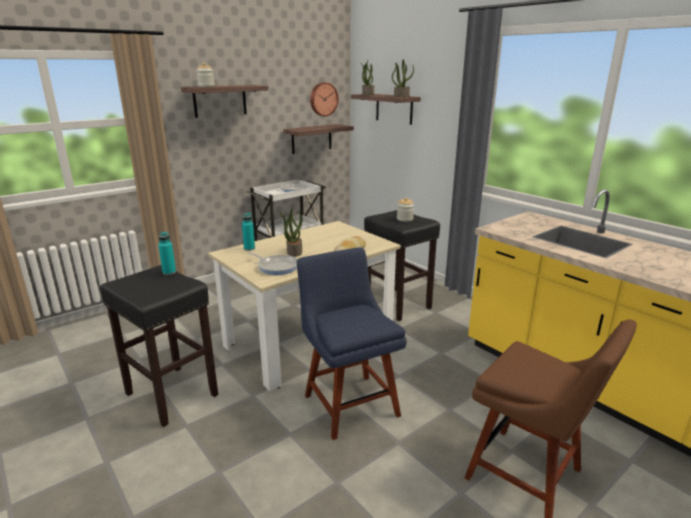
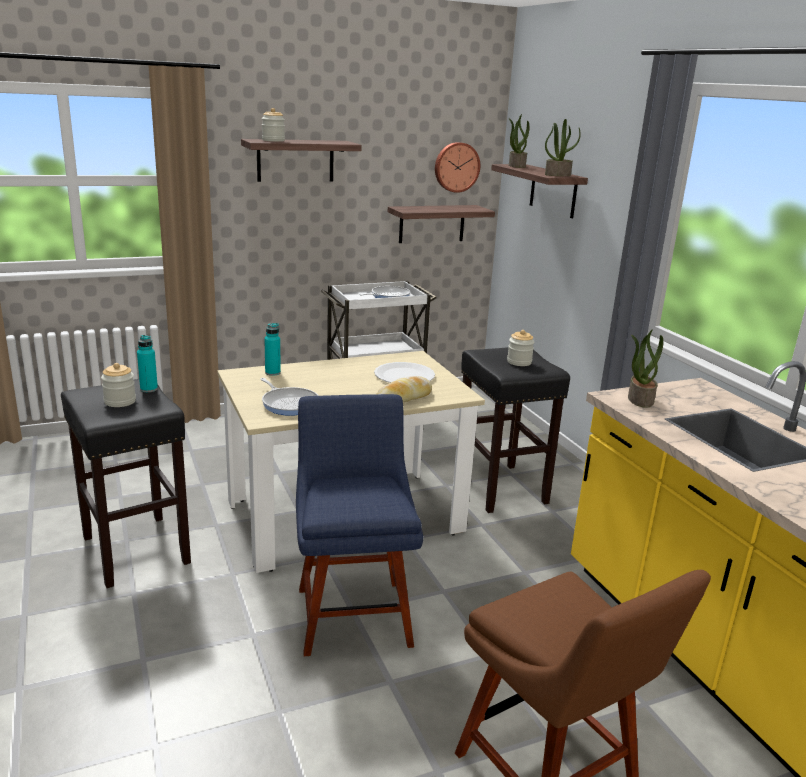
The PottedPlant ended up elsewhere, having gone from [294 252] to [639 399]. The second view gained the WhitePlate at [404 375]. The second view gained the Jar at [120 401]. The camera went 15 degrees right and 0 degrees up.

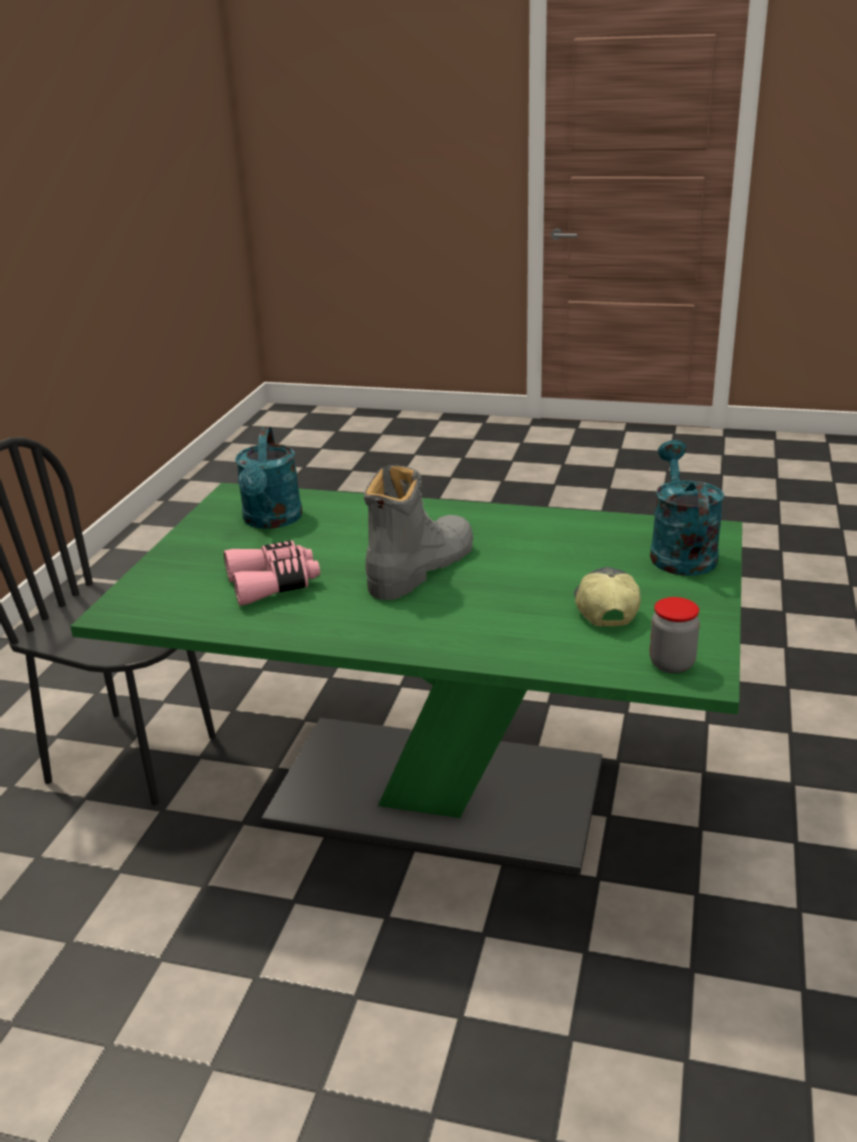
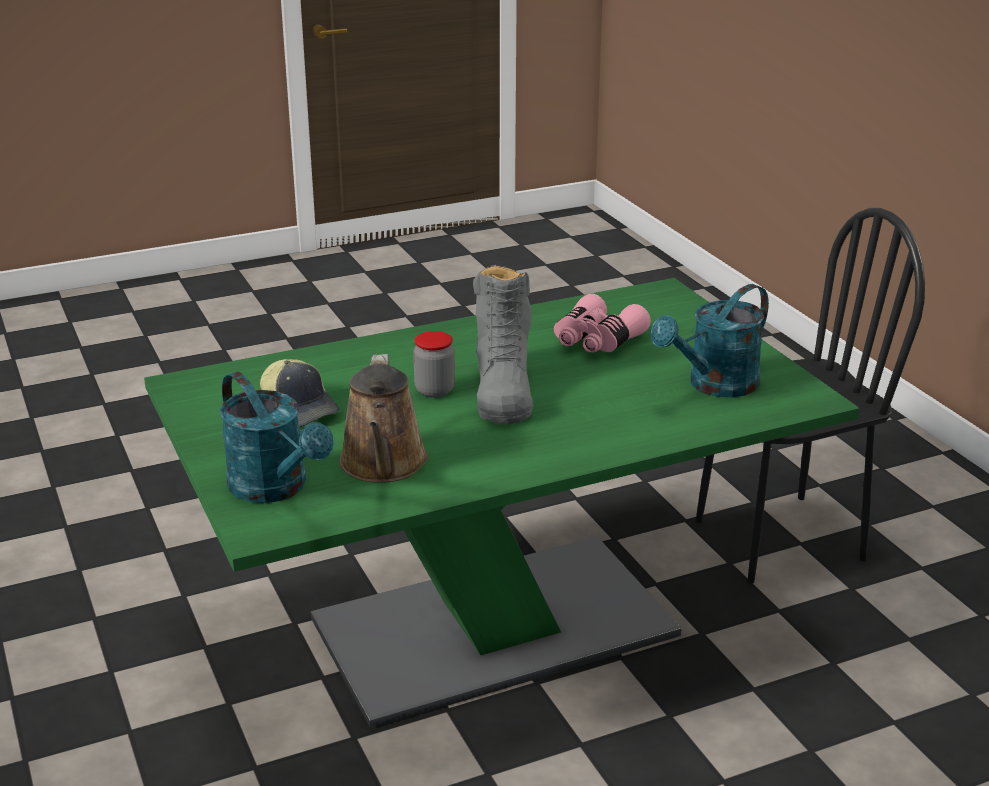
The TurquoiseWateringCan at [271 521] ended up facing another way, 90 degrees counterclockwise from before. The Jar ended up elsewhere, having gone from [672 664] to [434 390]. The second view gained the BrownWateringCan at [383 465]. The camera went 140 degrees right and 0 degrees up.

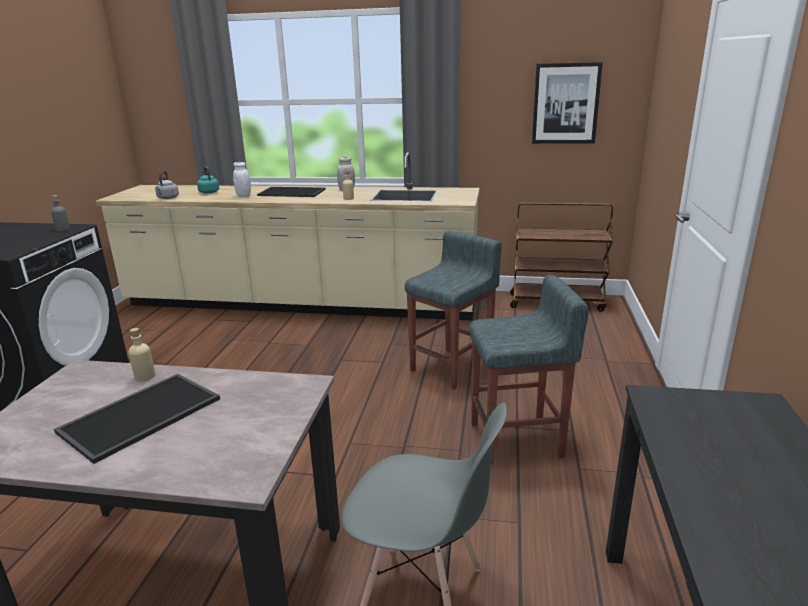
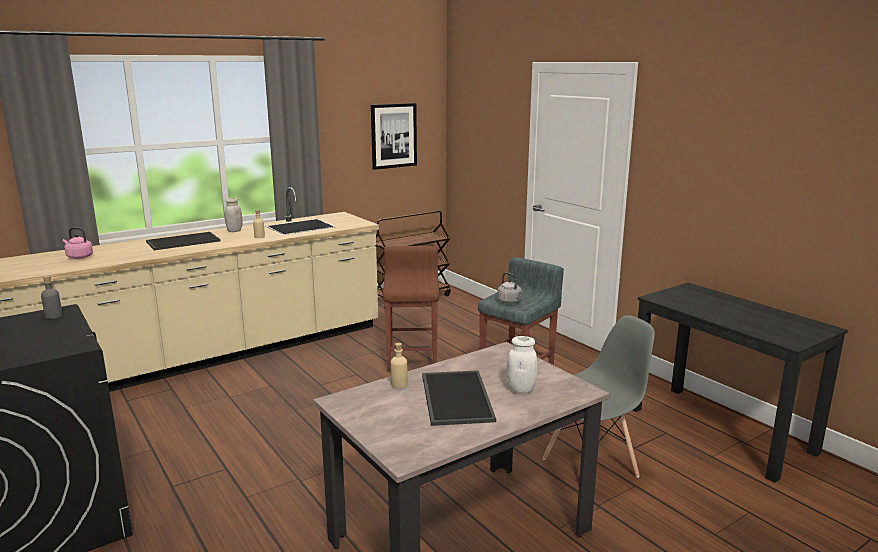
The WhiteJar ended up elsewhere, having gone from [243 196] to [521 389]. What was the TurquoiseKettle at [209 192] turned into the PinkKettle at [78 257]. The GreyKettle ended up elsewhere, having gone from [167 198] to [510 302]. What was the GreyStool at [452 367] turned into the BrownStool at [412 359]. The camera went 45 degrees left and 5 degrees down.

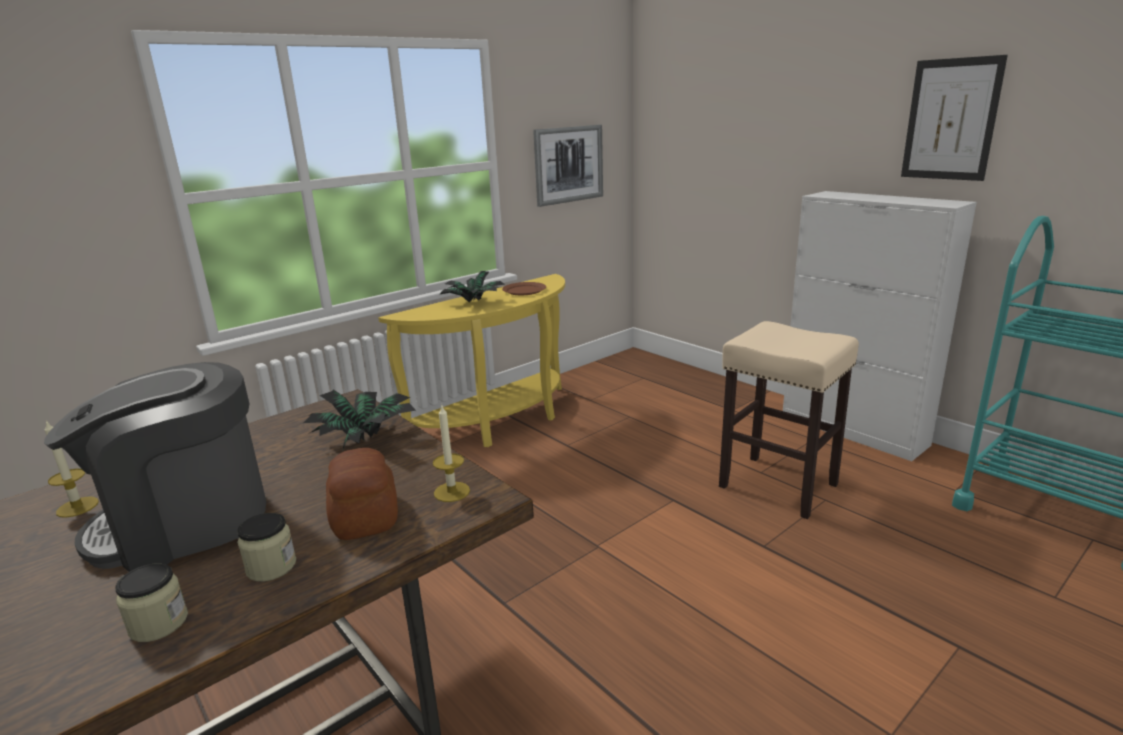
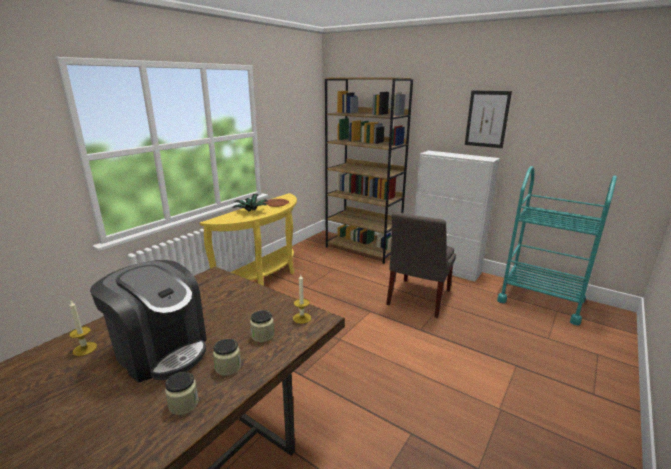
The second view lost the Picture at [568 164]. Where the BeigeStool stood at [776 485], the GreyChair came to stand at [417 299]. The CoffeeMachine at [185 523] ended up facing another way, 105 degrees counterclockwise from before. The second view lost the PottedPlant at [366 439]. Where the Bread stood at [364 516], the Jar came to stand at [262 335]. The second view gained the BrownBookcase at [363 249]. The camera went 15 degrees left and 0 degrees up.

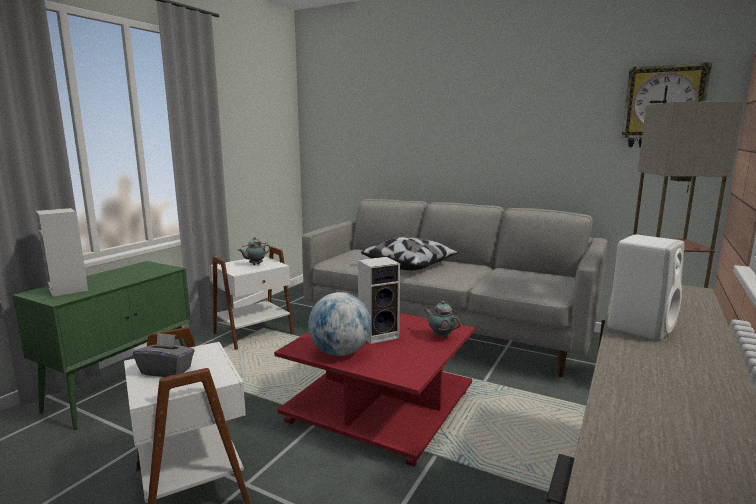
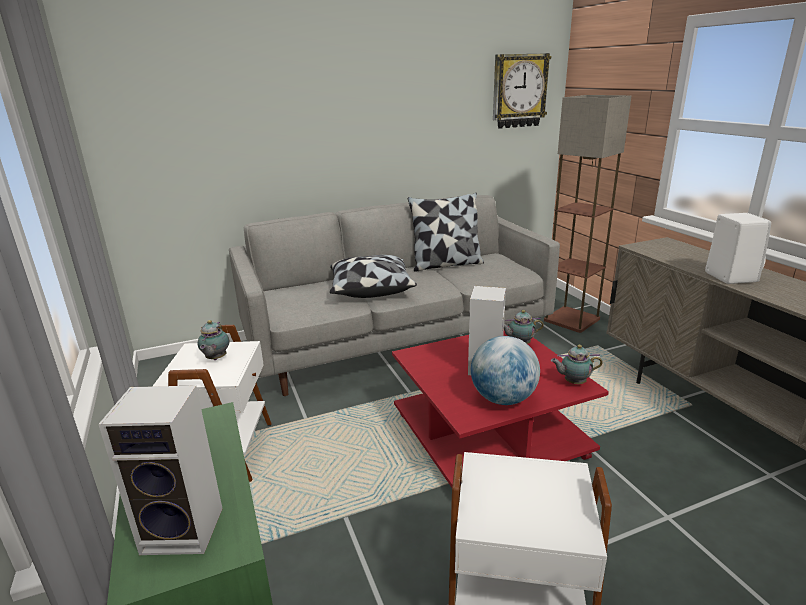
The second view lost the GreyTissueBox at [166 371]. The second view gained the Pillow at [446 264]. The second view gained the Teapot at [573 382]. The camera went 50 degrees left and 10 degrees up.

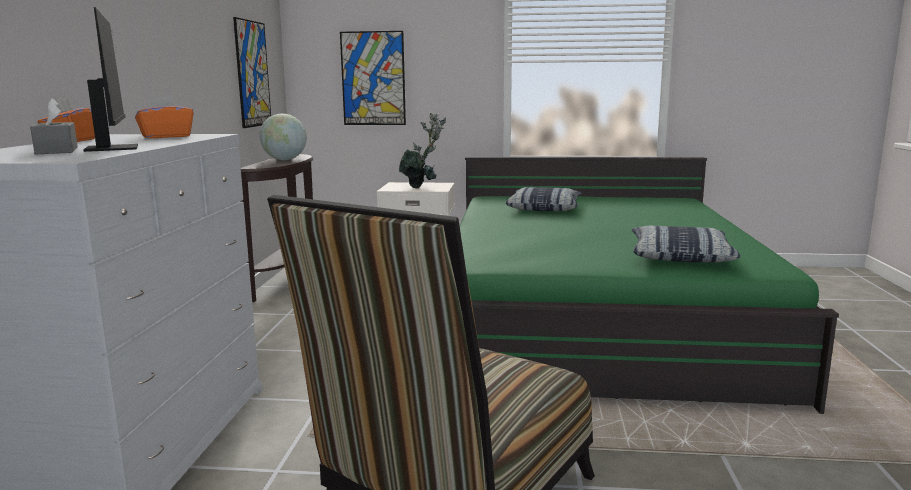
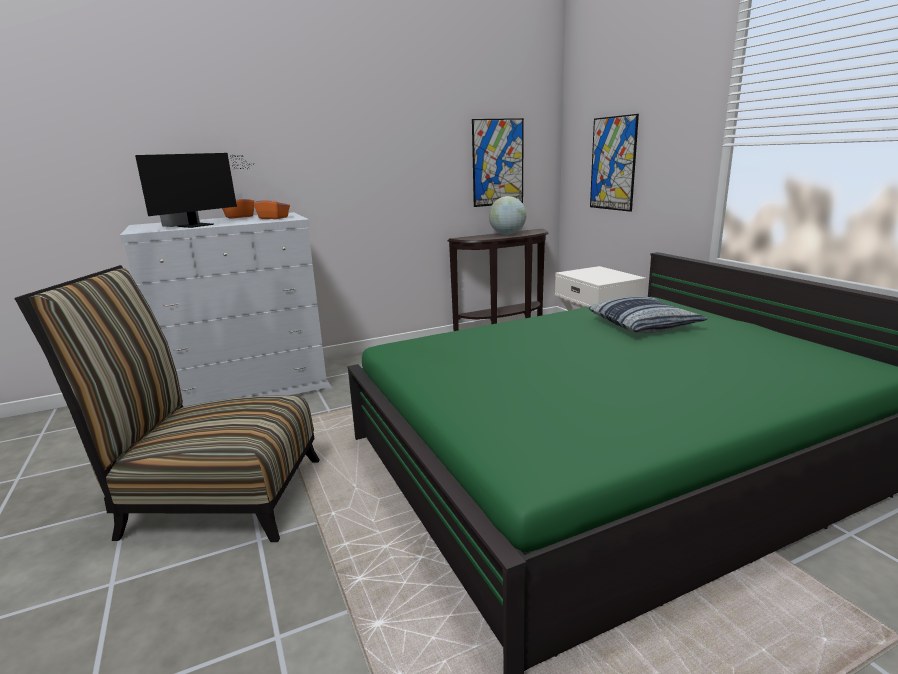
The second view lost the PottedPlant at [422 187]. The second view lost the Pillow at [680 256]. The camera went 60 degrees right and 5 degrees up.

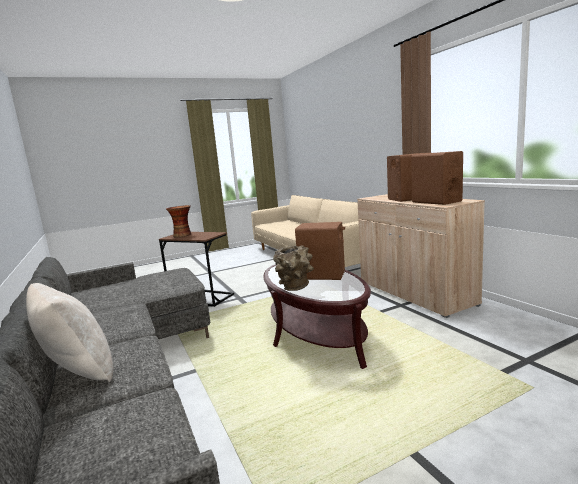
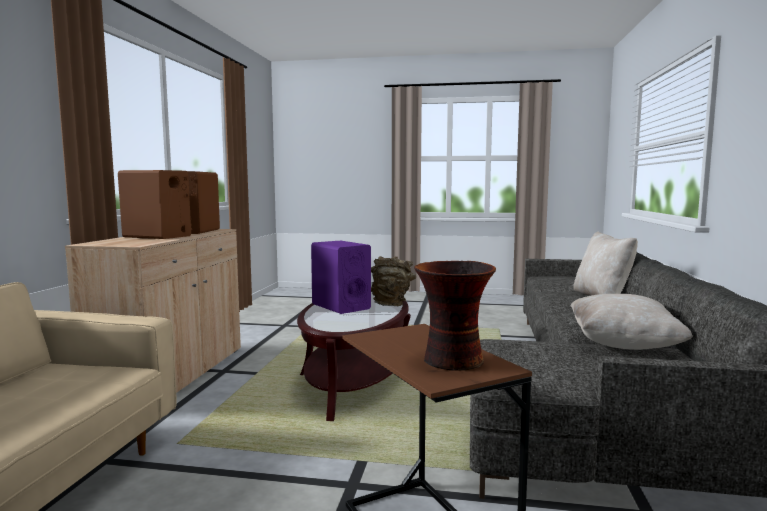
What was the BrownSpeaker at [322 275] turned into the PurpleSpeaker at [340 306]. The second view gained the BeigePillow at [623 345]. The camera went 145 degrees left and 5 degrees down.

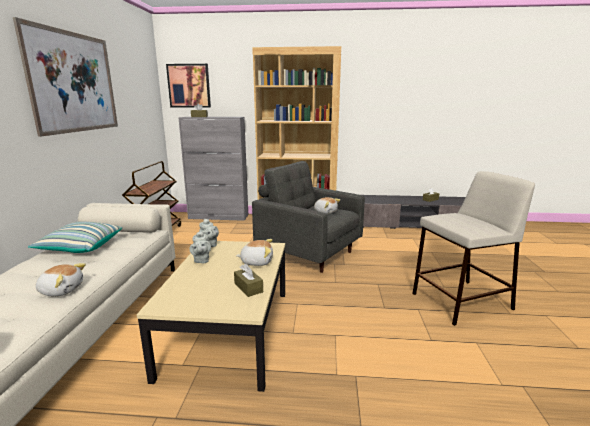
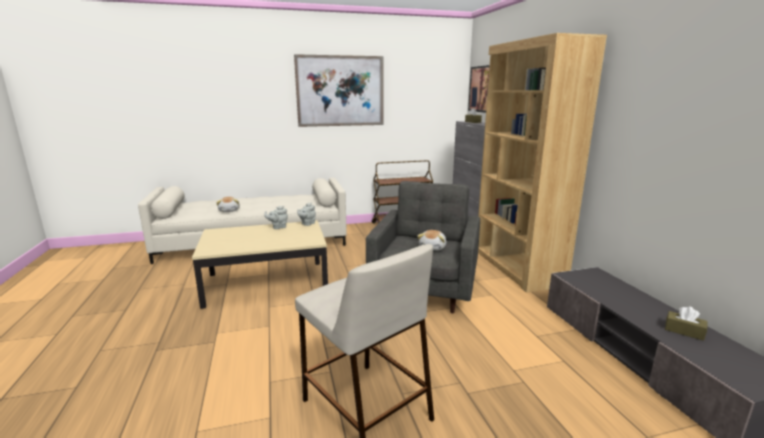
The second view lost the Pillow at [80 247]. The second view lost the PlushToy at [257 262]. The second view lost the BrownTissueBox at [248 287]. The camera went 70 degrees right and 0 degrees up.

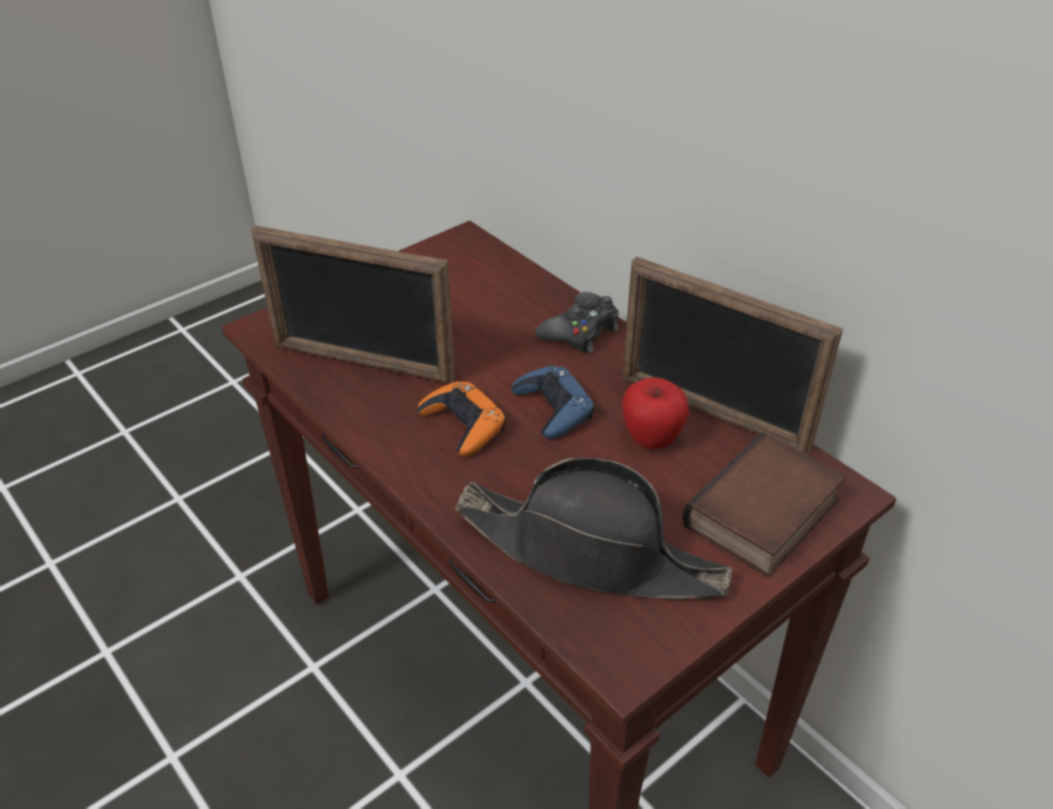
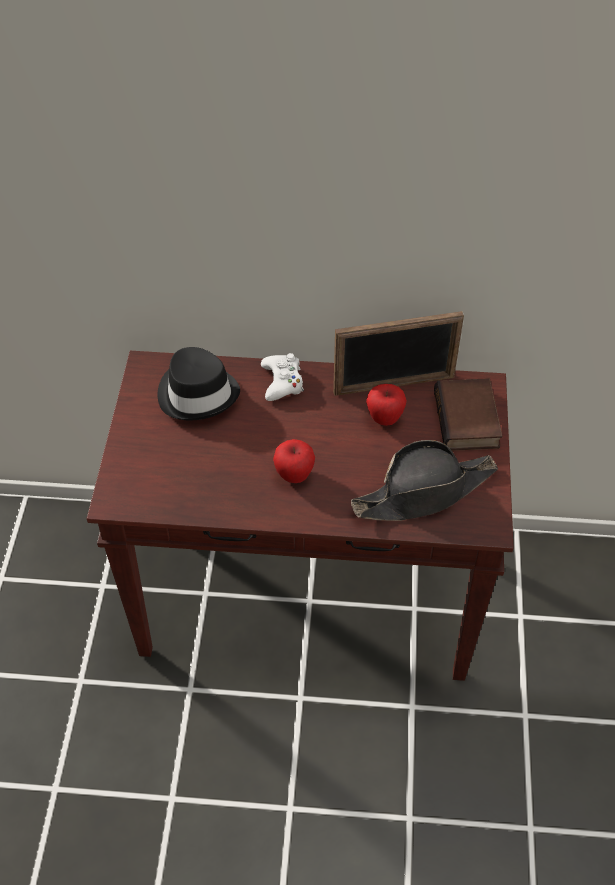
The second view lost the PictureFrame at [363 363]. What was the BlackGameController at [580 332] turned into the WhiteGameController at [282 382]. The second view lost the BlueGameController at [553 408]. Where the OrangeGameController stood at [463 425], the Apple came to stand at [294 475]. The second view gained the BlackHat at [198 393]. The camera went 45 degrees left and 10 degrees up.

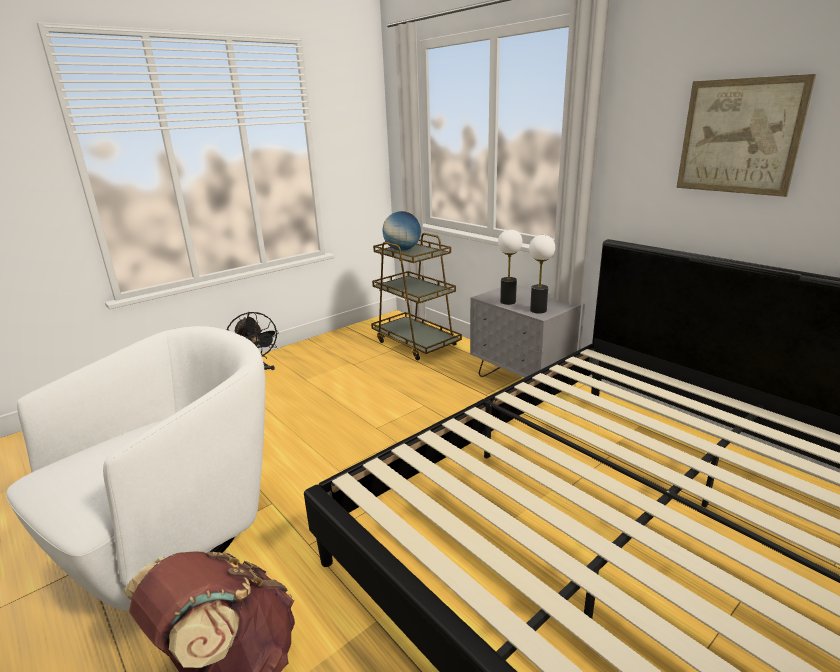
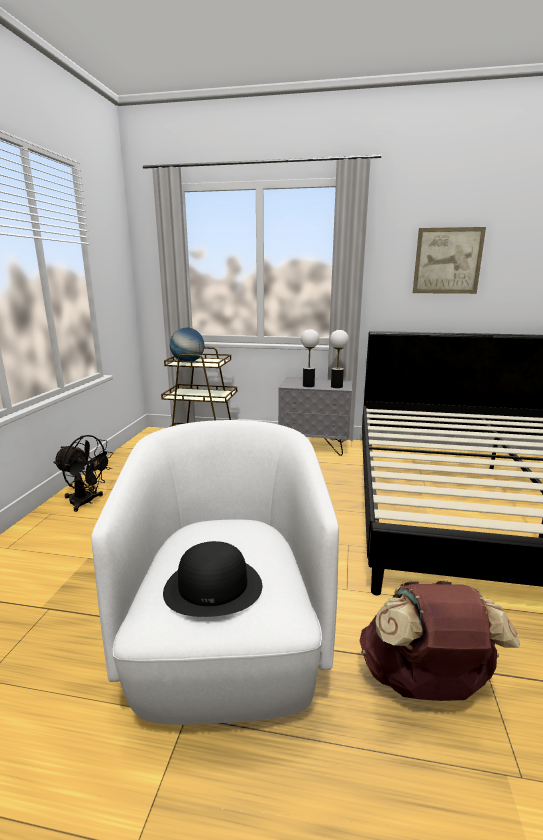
The second view gained the BlackHat at [213 587]. The camera went 40 degrees left and 5 degrees down.

